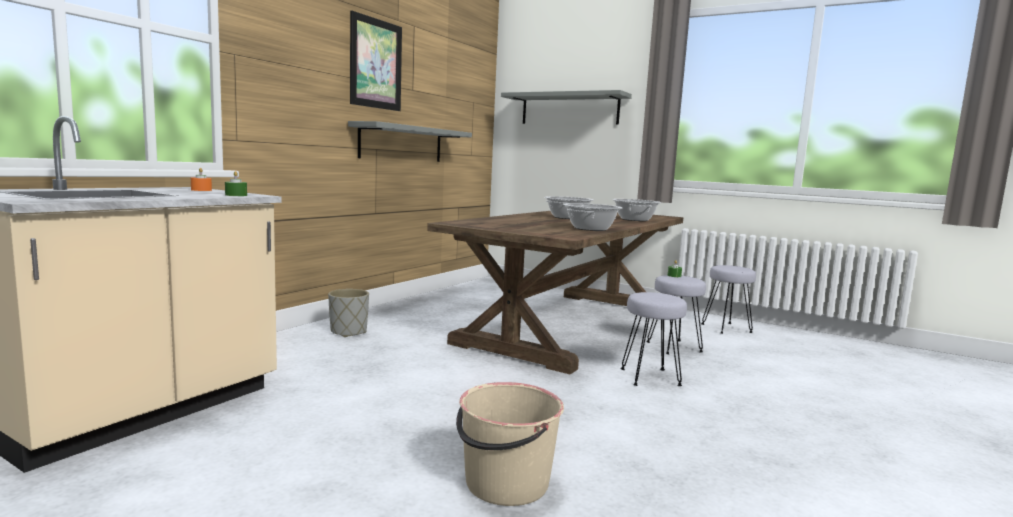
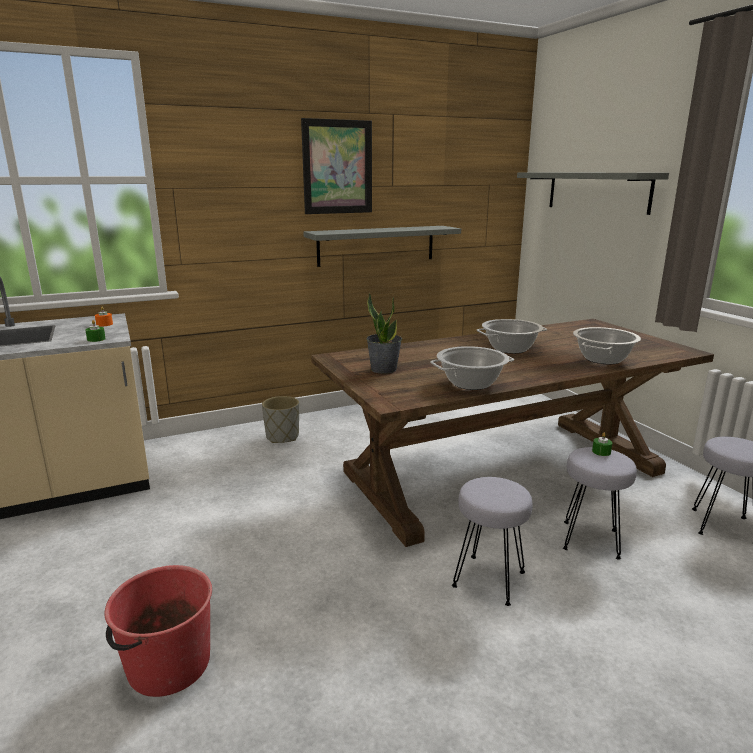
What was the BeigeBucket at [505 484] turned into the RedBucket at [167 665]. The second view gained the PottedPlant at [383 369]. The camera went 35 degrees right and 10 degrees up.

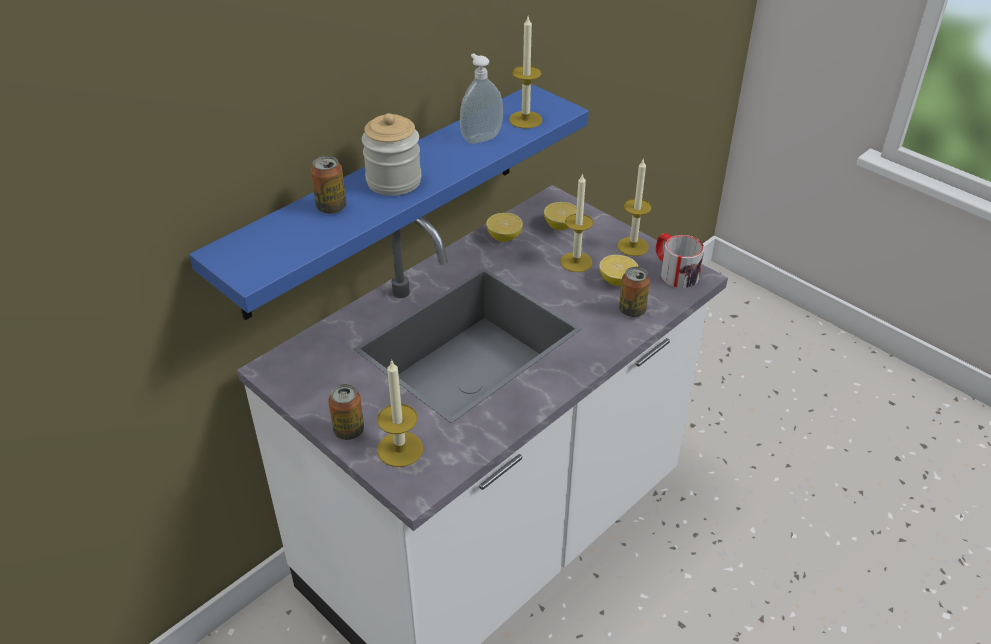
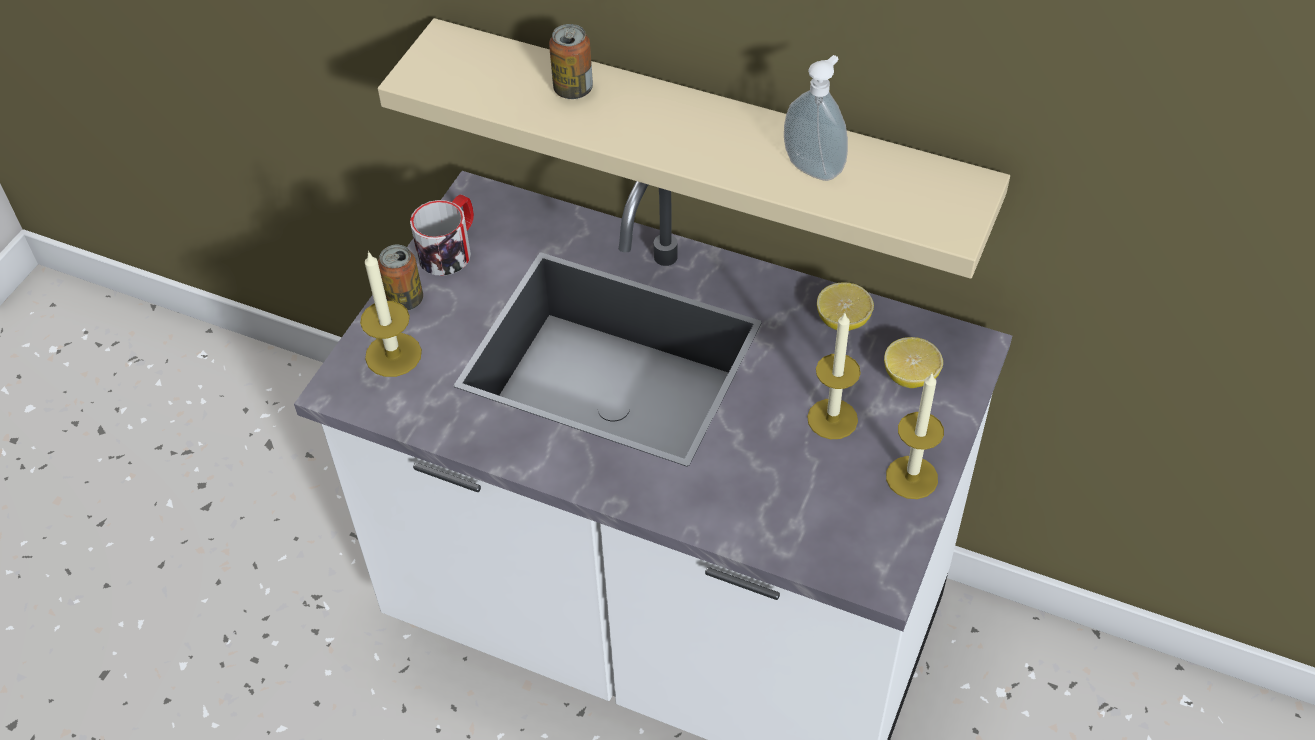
The second view lost the Candle at [525 120]. What was the BlueShelf at [384 199] turned into the BeigeShelf at [706 143]. The second view lost the Jar at [394 181]. The Mug ended up elsewhere, having gone from [674 272] to [450 249]. The second view lost the Lemon at [617 280]. The second view lost the Can at [632 310]. The camera went 70 degrees right and 10 degrees up.

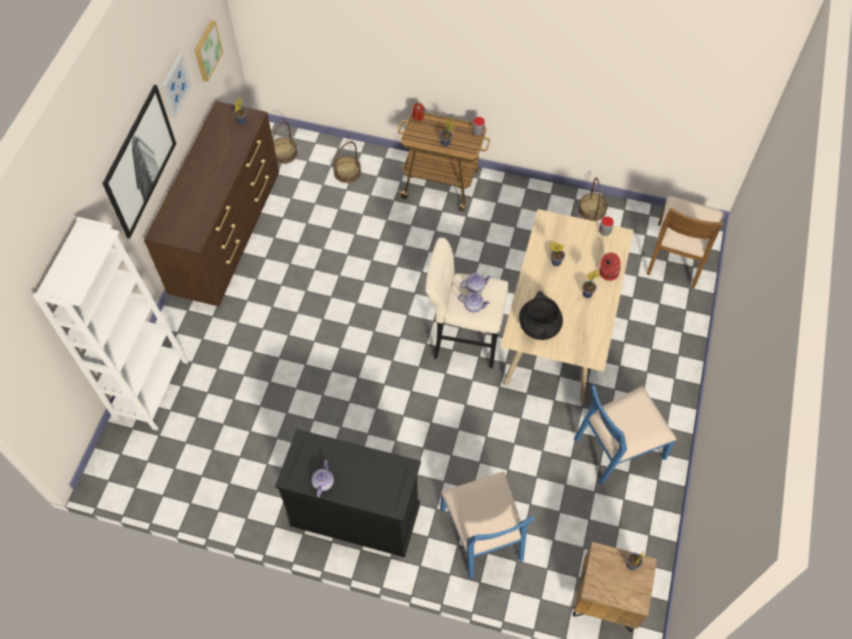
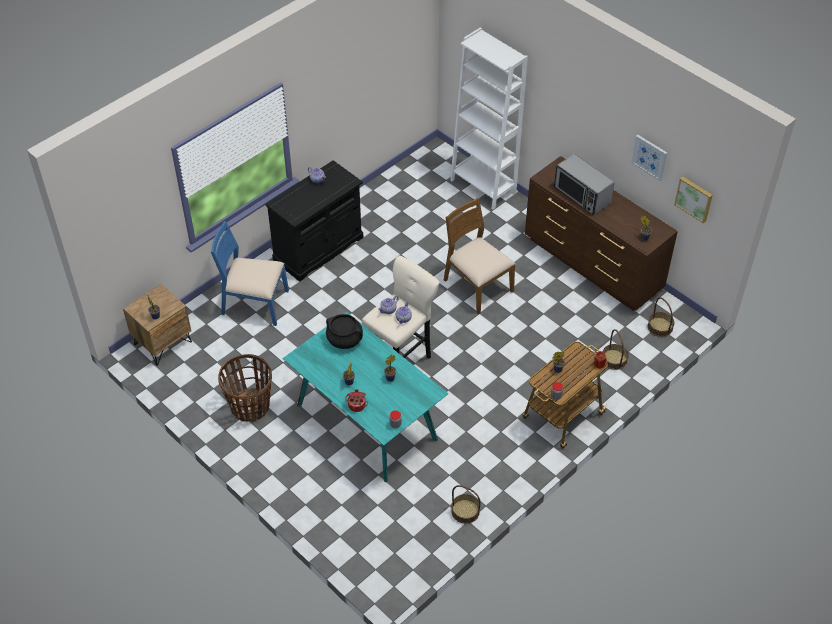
The second view lost the Picture at [138 161]. The BrownChair ended up elsewhere, having gone from [677 256] to [477 286]. What was the BeigeDiningTable at [559 332] turned into the TurquoiseDiningTable at [365 422]. Where the BlueChair stood at [618 447], the Basket came to stand at [250 406]. The second view gained the Microwave at [582 195]. The camera went 120 degrees right and 10 degrees down.

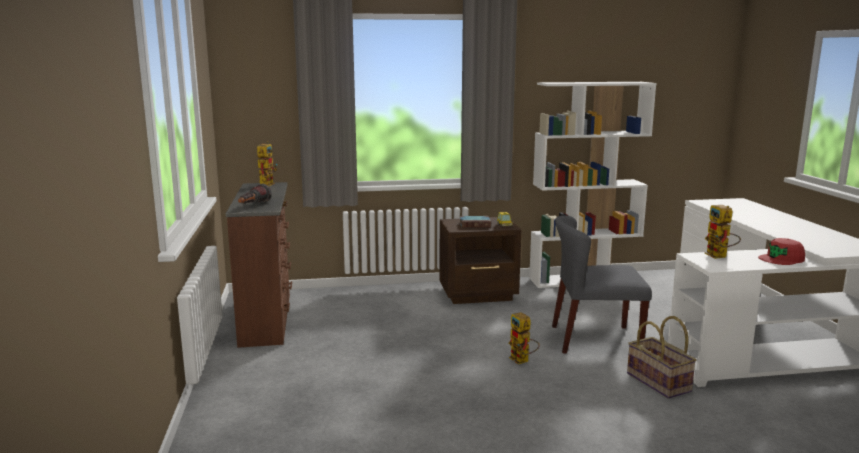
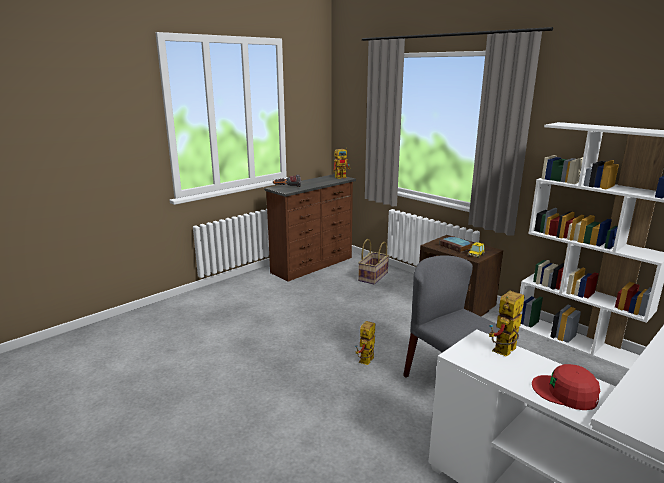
The Basket ended up elsewhere, having gone from [659 382] to [373 277]. The camera went 55 degrees right and 5 degrees up.

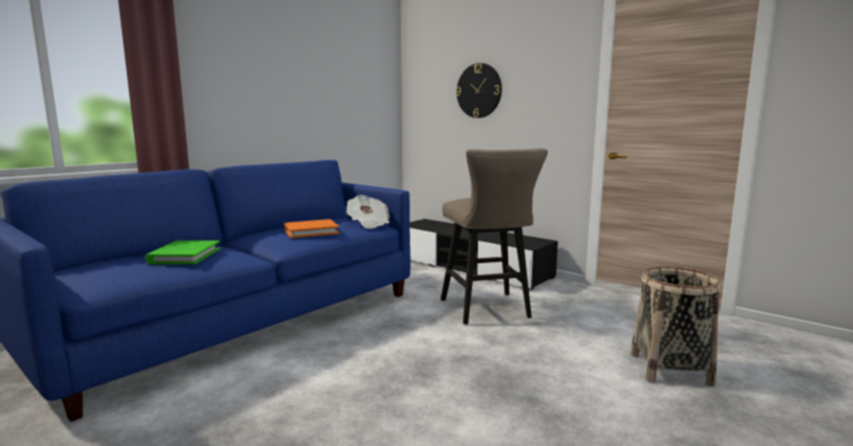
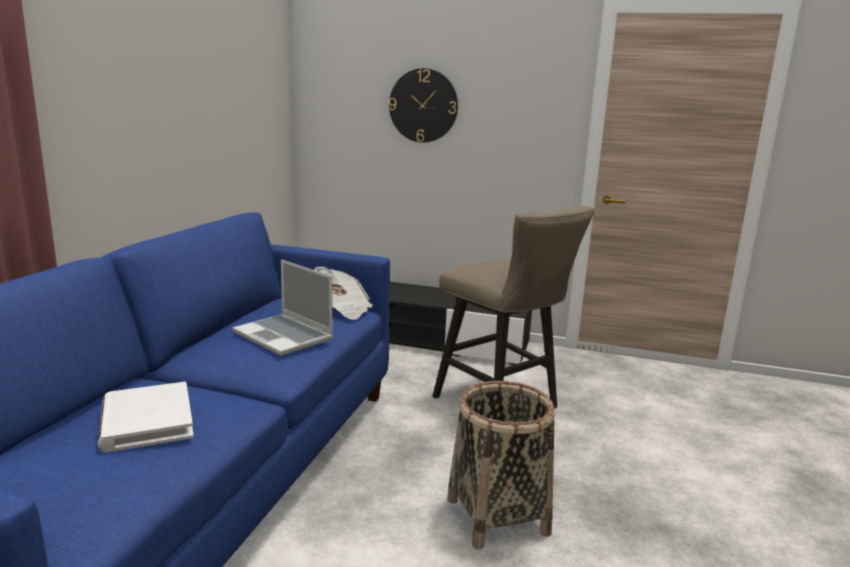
Where the OrangeBook stood at [311 231], the Laptop came to stand at [285 336]. What was the GreenBook at [184 256] turned into the WhiteBook at [146 421]. The Basket ended up elsewhere, having gone from [669 369] to [496 516]. The camera went 25 degrees left and 5 degrees up.

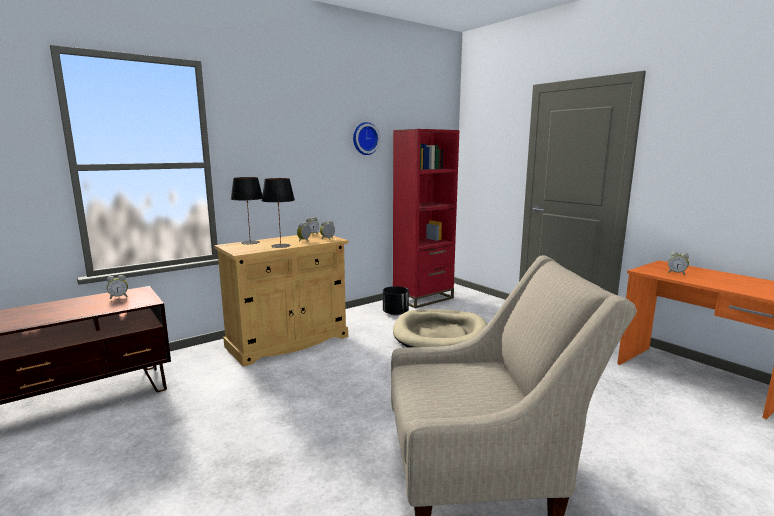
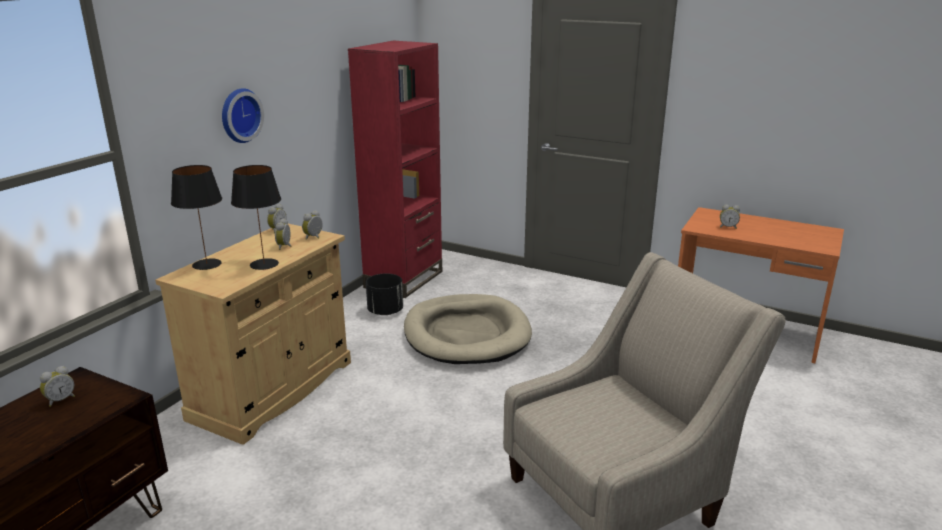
The WallClock ended up elsewhere, having gone from [365 138] to [239 115]. The camera went 25 degrees left and 10 degrees up.

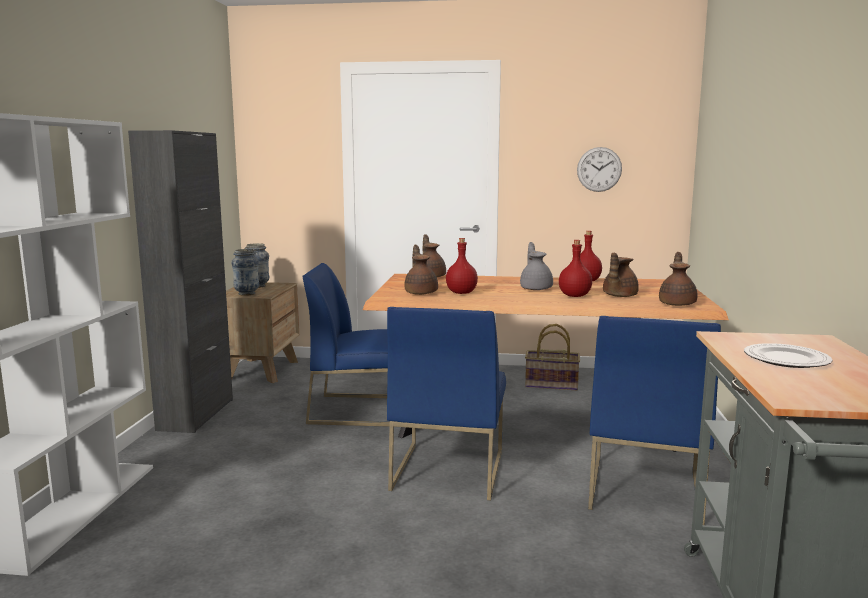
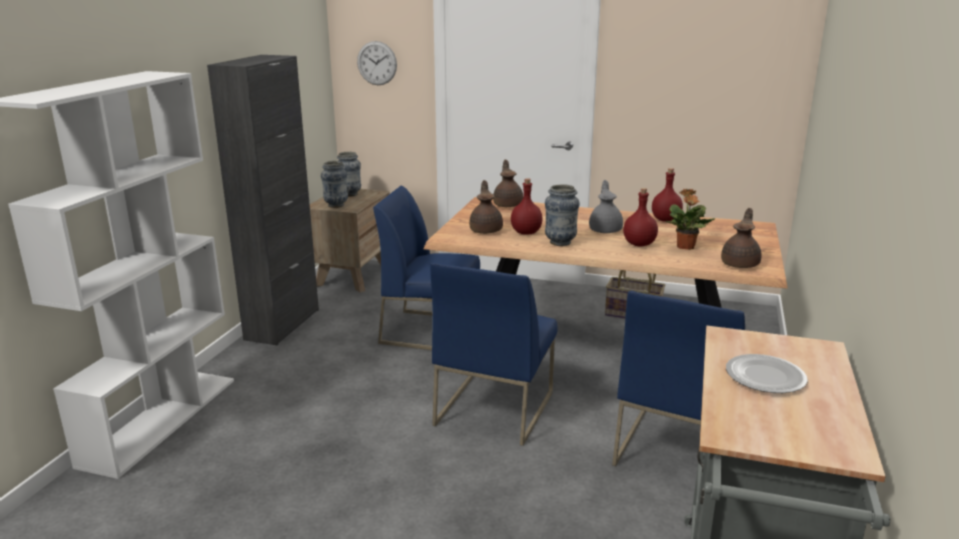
The WallClock ended up elsewhere, having gone from [599 169] to [377 63]. Where the BrownTeapot stood at [618 296], the PottedPlant came to stand at [685 247]. The second view gained the Vase at [560 242]. The camera went 10 degrees right and 10 degrees up.

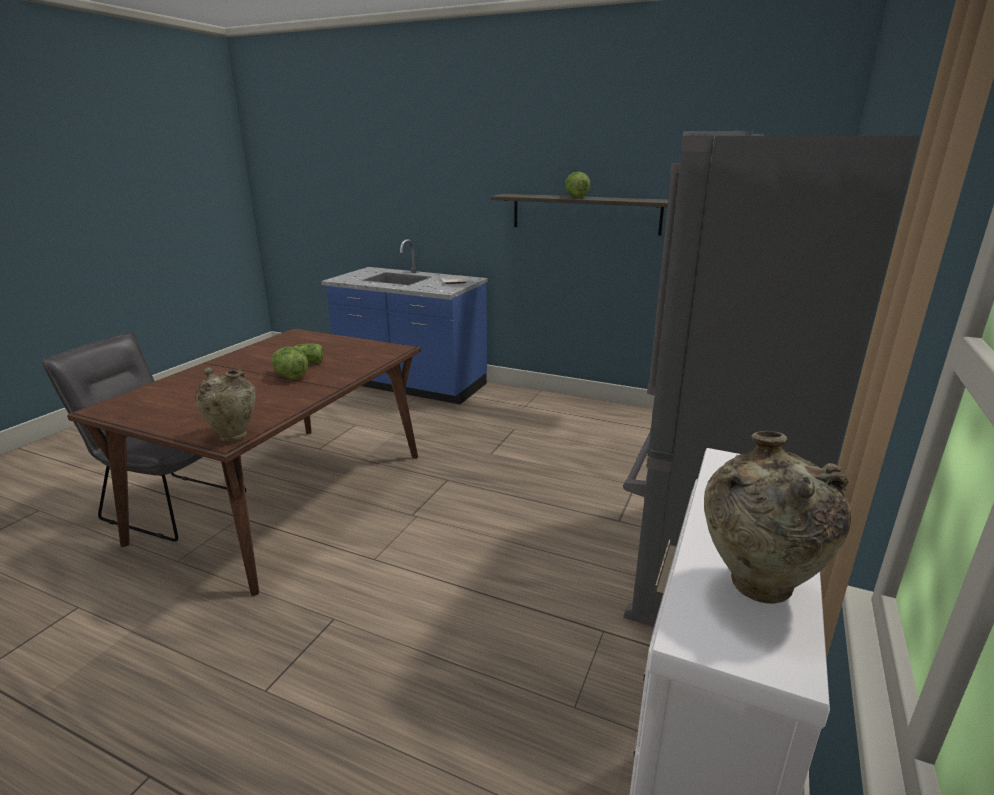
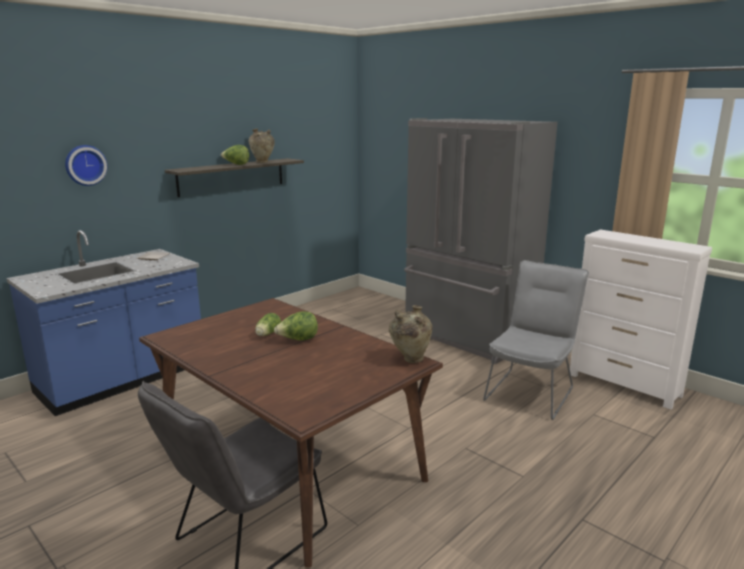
The BeigeVase ended up elsewhere, having gone from [757 590] to [262 162]. The second view gained the WallClock at [85 165]. The second view gained the GreyChair at [531 391]. The camera went 70 degrees left and 5 degrees down.

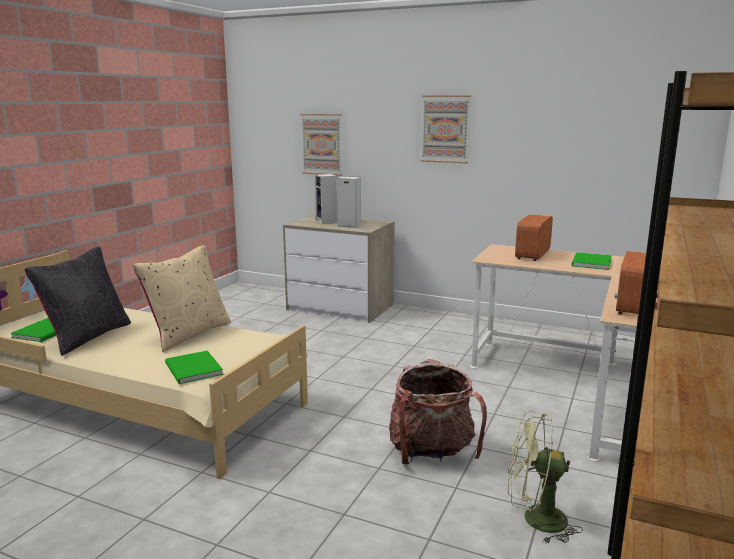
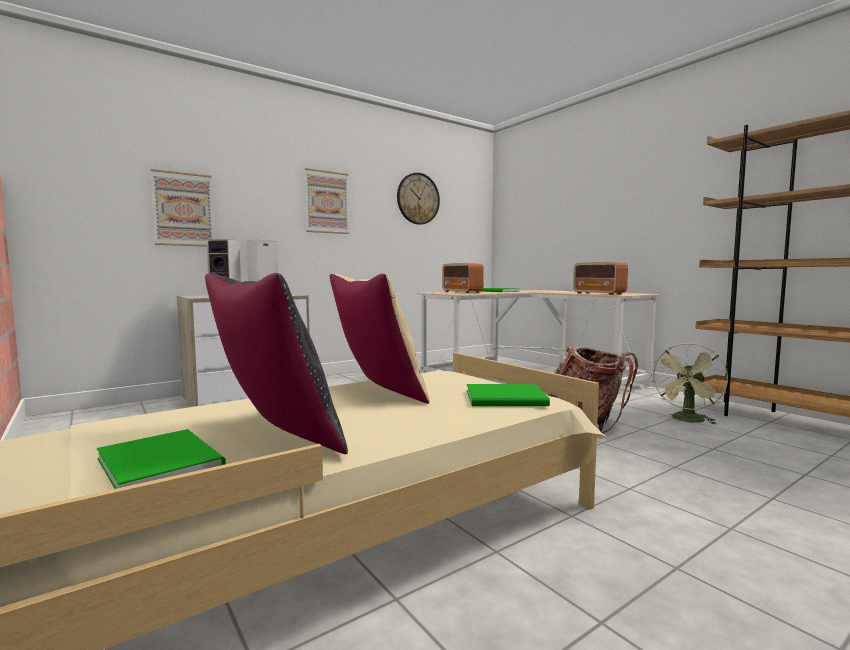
The second view gained the WallClock at [418 199]. The camera went 60 degrees left and 10 degrees down.

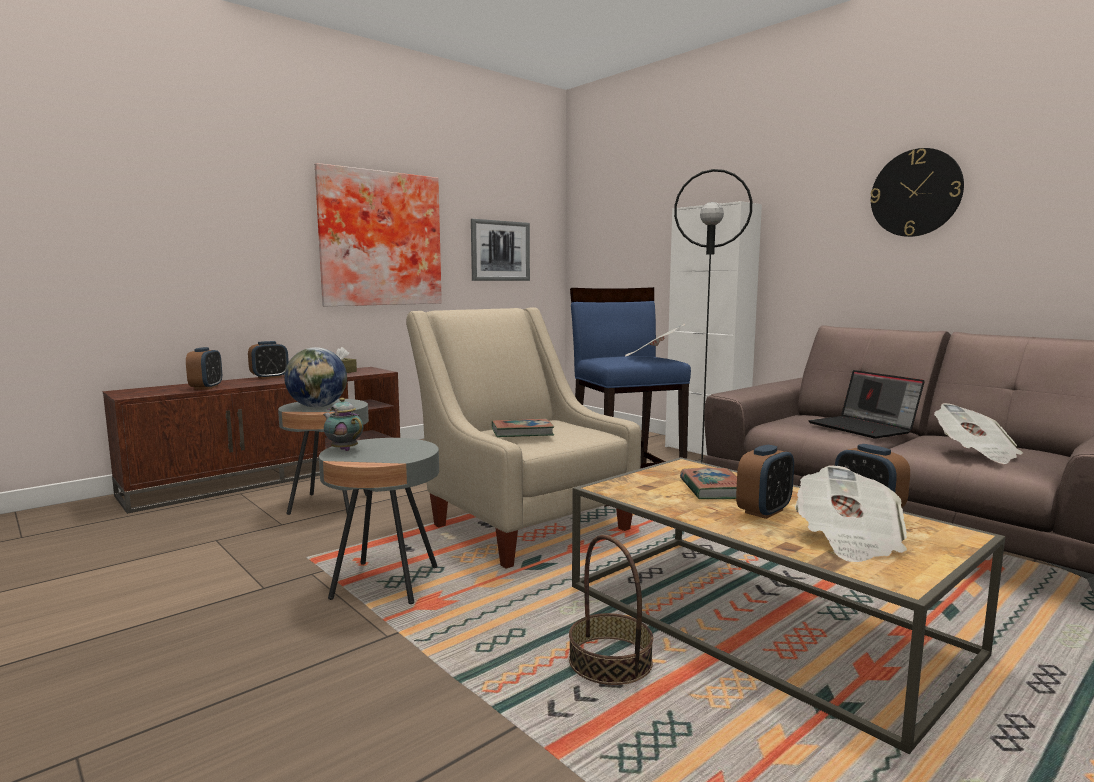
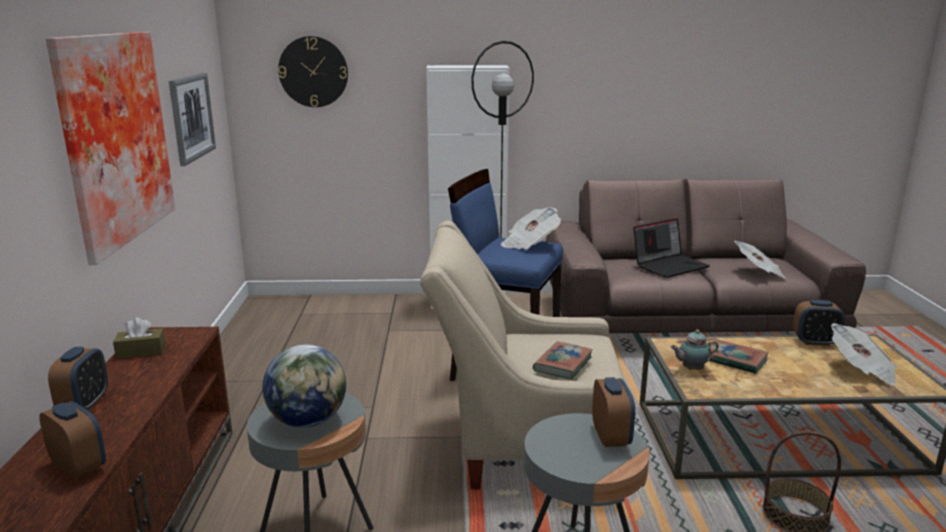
The WallClock ended up elsewhere, having gone from [915 193] to [313 72]. The Laptop at [864 428] ended up facing another way, 45 degrees counterclockwise from before. The Teapot ended up elsewhere, having gone from [344 449] to [691 369]. The AlarmClock ended up elsewhere, having gone from [764 511] to [611 437]. The camera went 50 degrees left and 10 degrees up.

